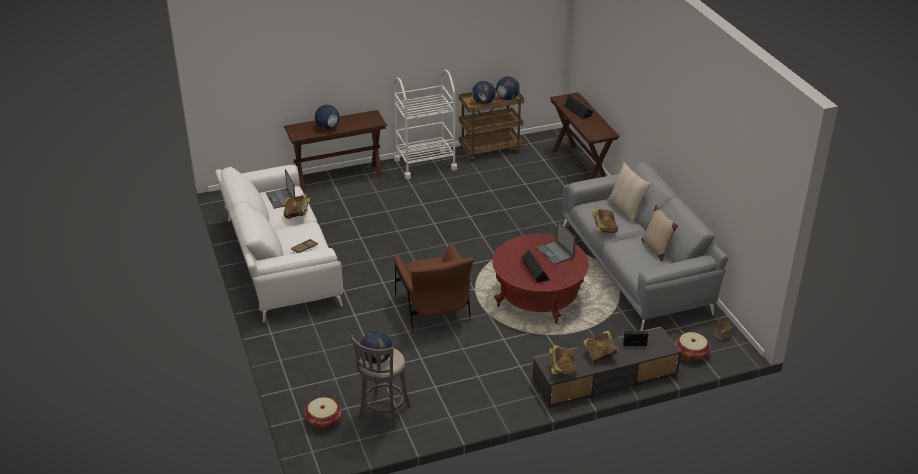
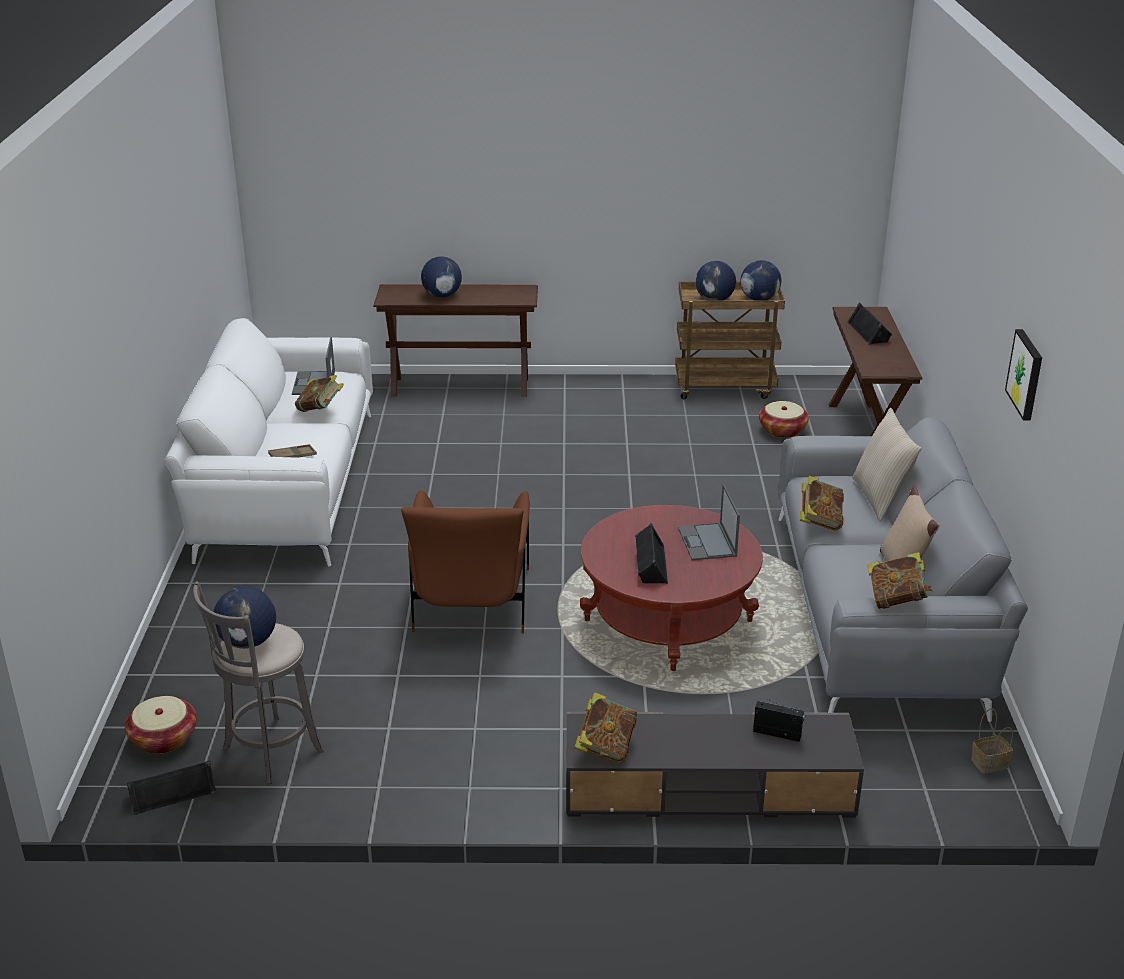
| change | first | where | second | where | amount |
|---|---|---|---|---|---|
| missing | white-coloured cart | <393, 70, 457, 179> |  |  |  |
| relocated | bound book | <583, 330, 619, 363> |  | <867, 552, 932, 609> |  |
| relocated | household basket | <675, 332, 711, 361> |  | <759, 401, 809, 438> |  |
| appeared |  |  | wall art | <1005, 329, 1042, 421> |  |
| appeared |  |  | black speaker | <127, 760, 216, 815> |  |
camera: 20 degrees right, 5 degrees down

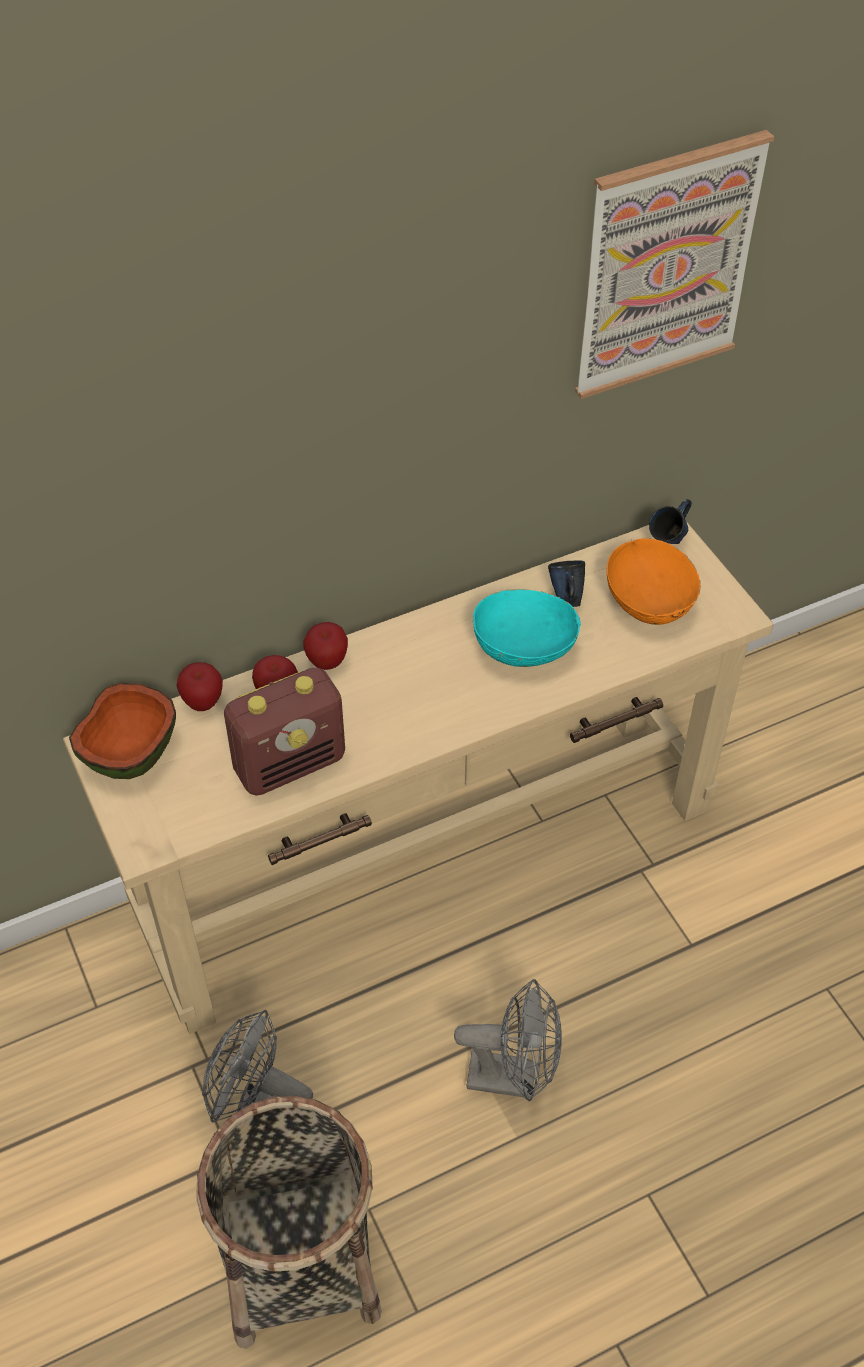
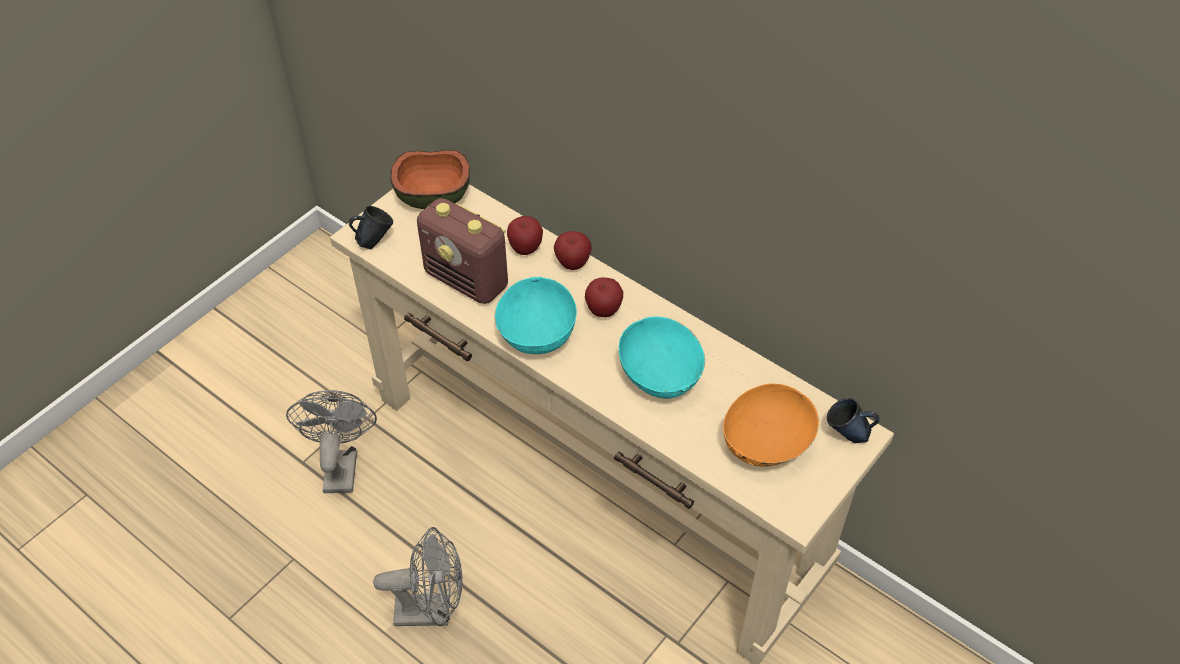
| change | first | where | second | where | amount |
|---|---|---|---|---|---|
| missing | wall art | <575, 130, 774, 399> |  |  |  |
| relocated | blue-coloured tea mug | <548, 560, 585, 607> |  | <349, 206, 393, 249> |  |
| relocated | apple fruit | <176, 662, 223, 711> |  | <585, 278, 623, 317> |  |
| spun | greyish cooling fan | <454, 979, 562, 1101> |  | <373, 527, 463, 626> | 75 degrees counterclockwise |
| missing | household basket | <196, 1096, 381, 1349> |  |  |  |
| appeared |  |  | blue-green serving bowl | <494, 277, 577, 354> |  |
camera: 65 degrees right, 0 degrees up

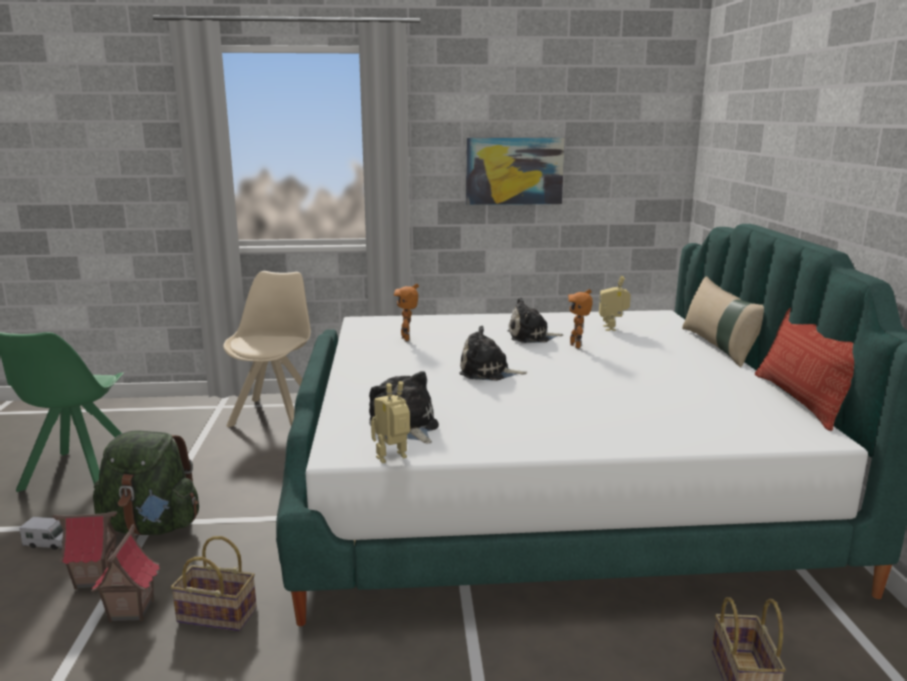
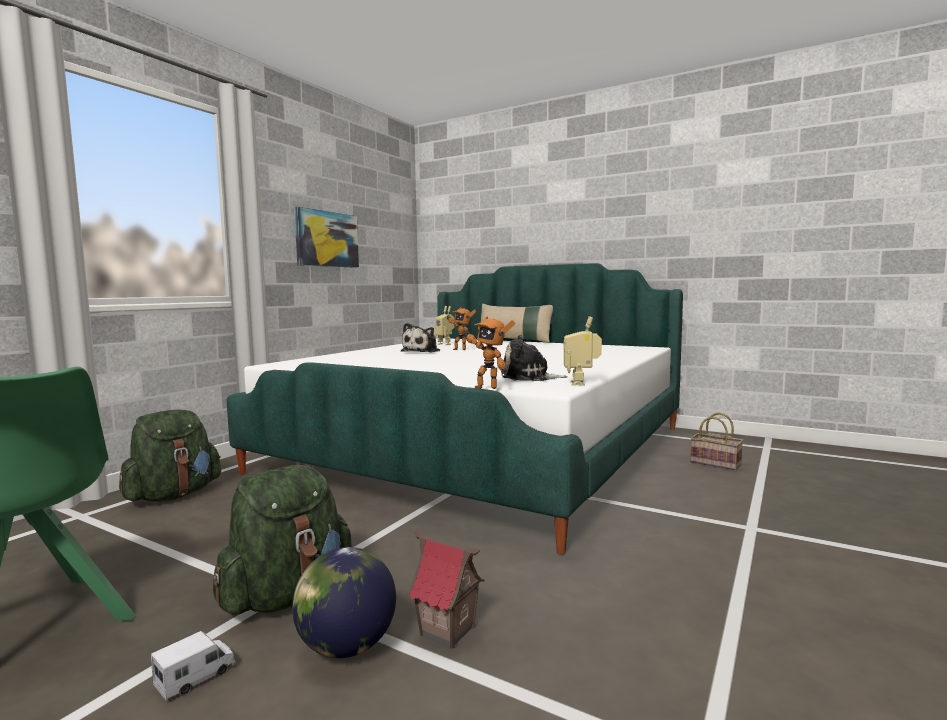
| change | first | where | second | where | amount |
|---|---|---|---|---|---|
| exchanged | beige-coloured upright chair | <223, 271, 311, 427> | green-coloured rucksack | <119, 410, 221, 502> |  |
| relocated | toy robot | <394, 283, 419, 341> |  | <462, 316, 515, 389> |  |
| missing | pillow | <755, 308, 854, 431> |  |  |  |
| missing | cuddly toy | <459, 326, 527, 381> |  |  |  |
| exchanged | model house | <52, 511, 119, 589> | desk globe | <292, 547, 396, 658> |  |
| missing | household basket | <170, 536, 257, 632> |  |  |  |
camera: 55 degrees left, 10 degrees down

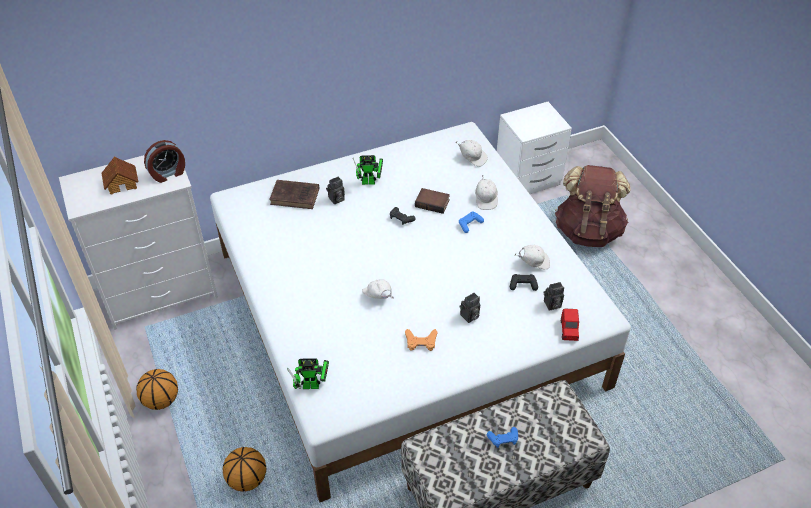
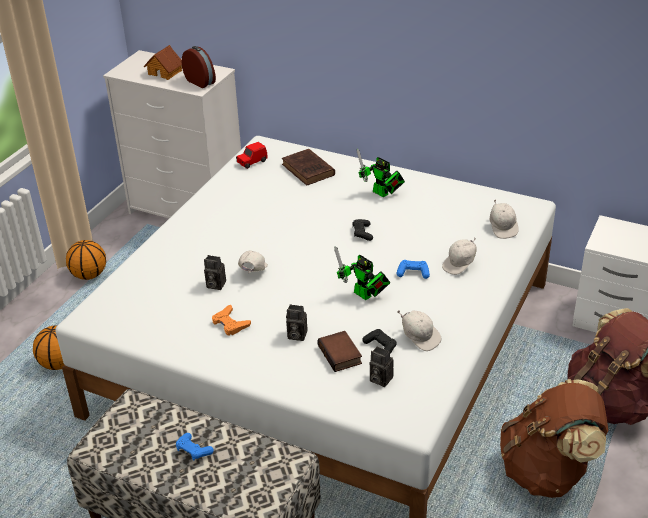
| change | first | where | second | where | amount |
|---|---|---|---|---|---|
| spun | bedside clock | <144, 140, 185, 183> |  | <182, 46, 216, 88> | 150 degrees counterclockwise |
| relocated | still camera | <326, 177, 345, 204> |  | <204, 255, 226, 290> |  |
| relocated | bound book | <415, 188, 450, 214> |  | <317, 331, 362, 372> |  |
| relocated | red-coloured model car | <561, 309, 579, 341> |  | <236, 142, 268, 169> |  |
| relocated | toy robot | <287, 358, 329, 389> |  | <334, 246, 390, 300> |  |
| appeared |  |  | brownish rucksack | <500, 379, 608, 498> |  |
camera: 50 degrees right, 10 degrees down

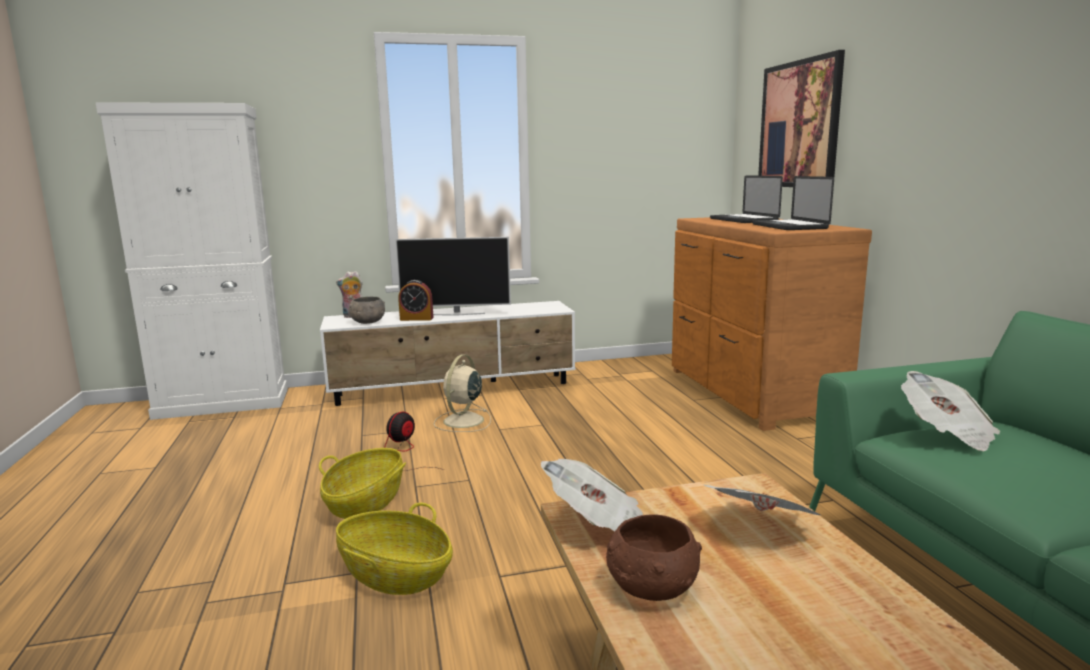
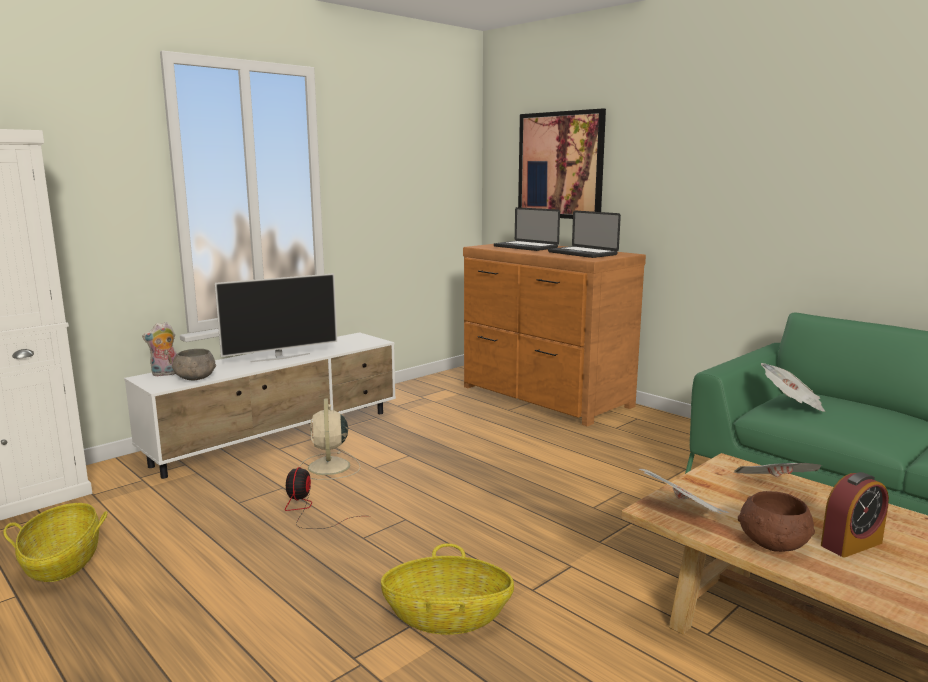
| change | first | where | second | where | amount |
|---|---|---|---|---|---|
| relocated | bedside clock | <398, 280, 434, 321> |  | <821, 472, 889, 558> |  |
| relocated | household basket | <319, 448, 406, 519> |  | <3, 503, 108, 582> |  |
camera: 30 degrees left, 0 degrees up

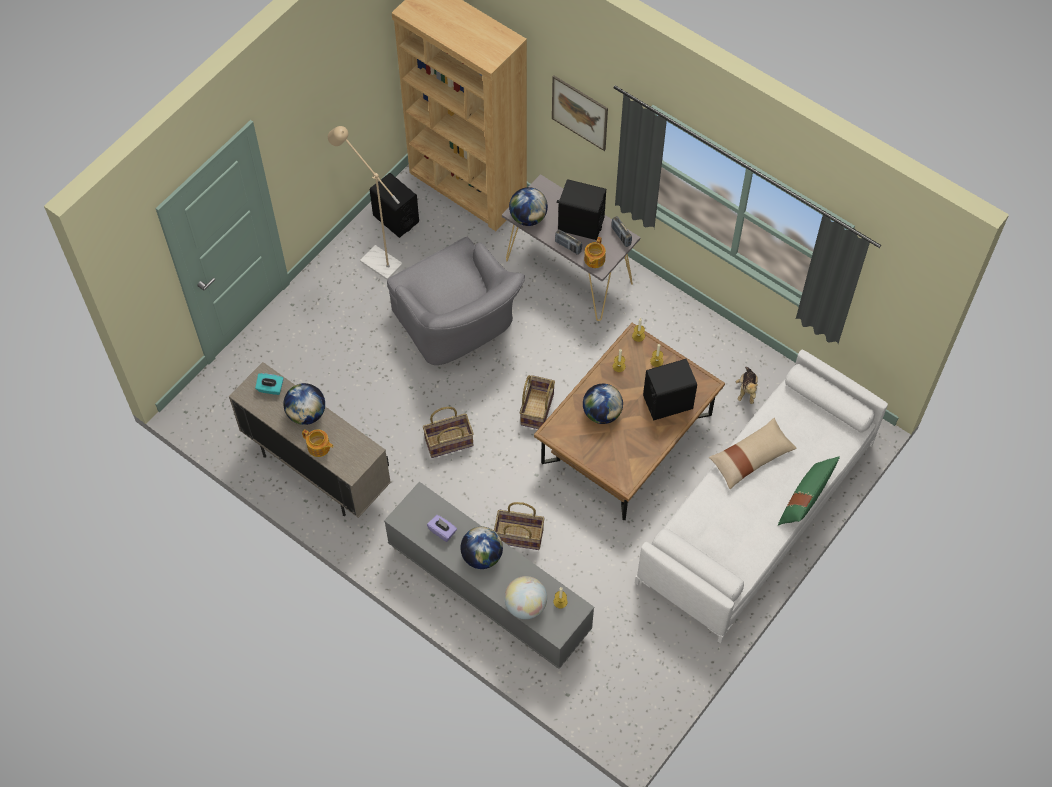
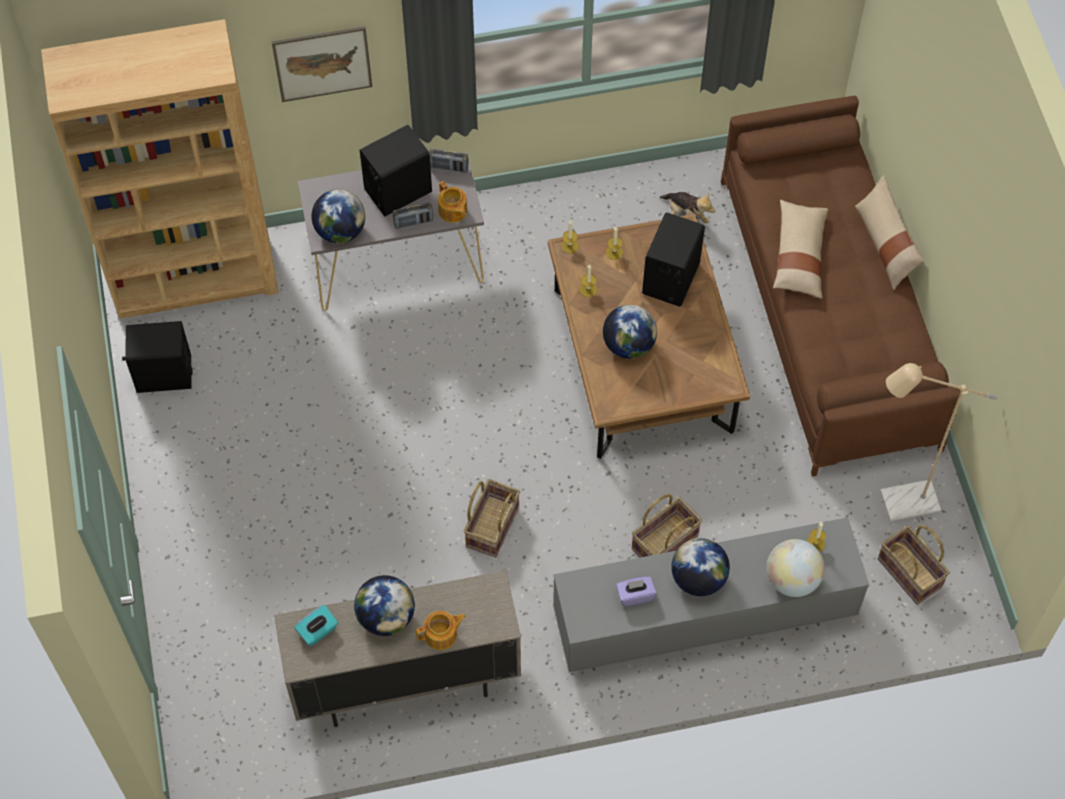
| change | first | where | second | where | amount |
|---|---|---|---|---|---|
| relocated | beige-coloured floor lamp | <328, 126, 403, 280> |  | <880, 363, 998, 521> |  |
| missing | greyish lounge chair | <387, 237, 525, 365> |  |  |  |
| colour | white-coloured couch | <635, 350, 888, 644> | brownish couch | <721, 96, 961, 477> |  |
| relocated | household basket | <520, 375, 555, 429> |  | <878, 525, 950, 605> |  |
| colour | green-coloured pillow | <778, 456, 840, 526> | beige-coloured pillow | <855, 175, 924, 290> |  |
camera: 50 degrees left, 0 degrees up

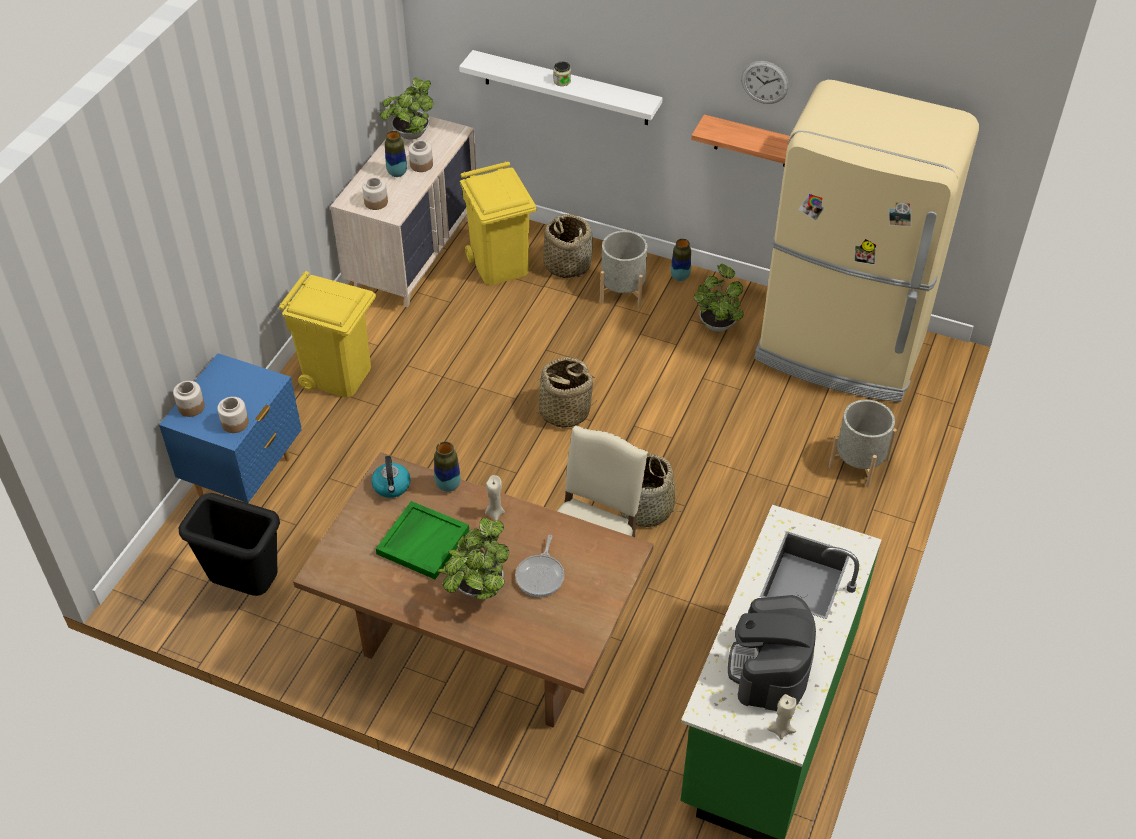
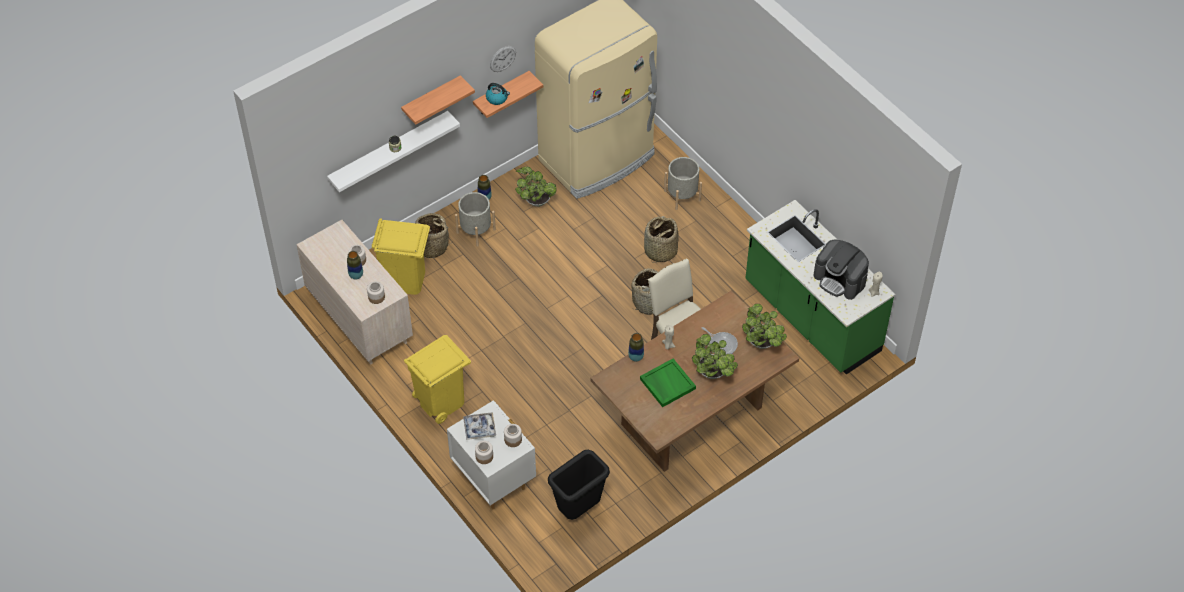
| change | first | where | second | where | amount |
|---|---|---|---|---|---|
| relocated | plant in a pot | <380, 78, 434, 140> |  | <742, 304, 787, 349> |  |
| colour | blue-coloured night table | <159, 353, 302, 503> | white-coloured night table | <447, 400, 536, 510> |  |
| relocated | household basket | <526, 357, 598, 428> |  | <644, 216, 679, 263> |  |
| relocated | kettle | <371, 456, 410, 498> |  | <486, 83, 510, 105> |  |
| appeared |  |  | bracket shelf | <401, 75, 475, 125> |  |
| appeared |  |  | tray | <463, 412, 496, 440> |  |
camera: 60 degrees left, 5 degrees up

